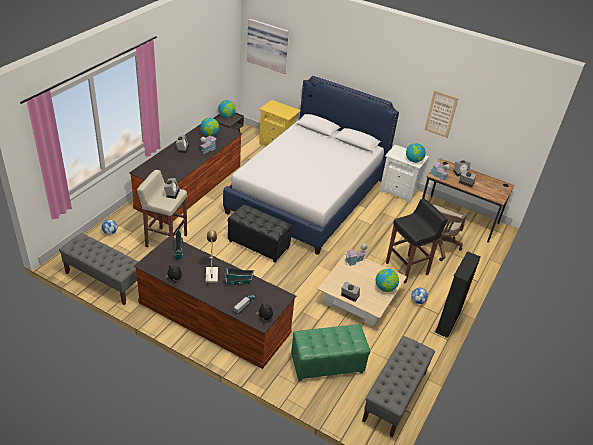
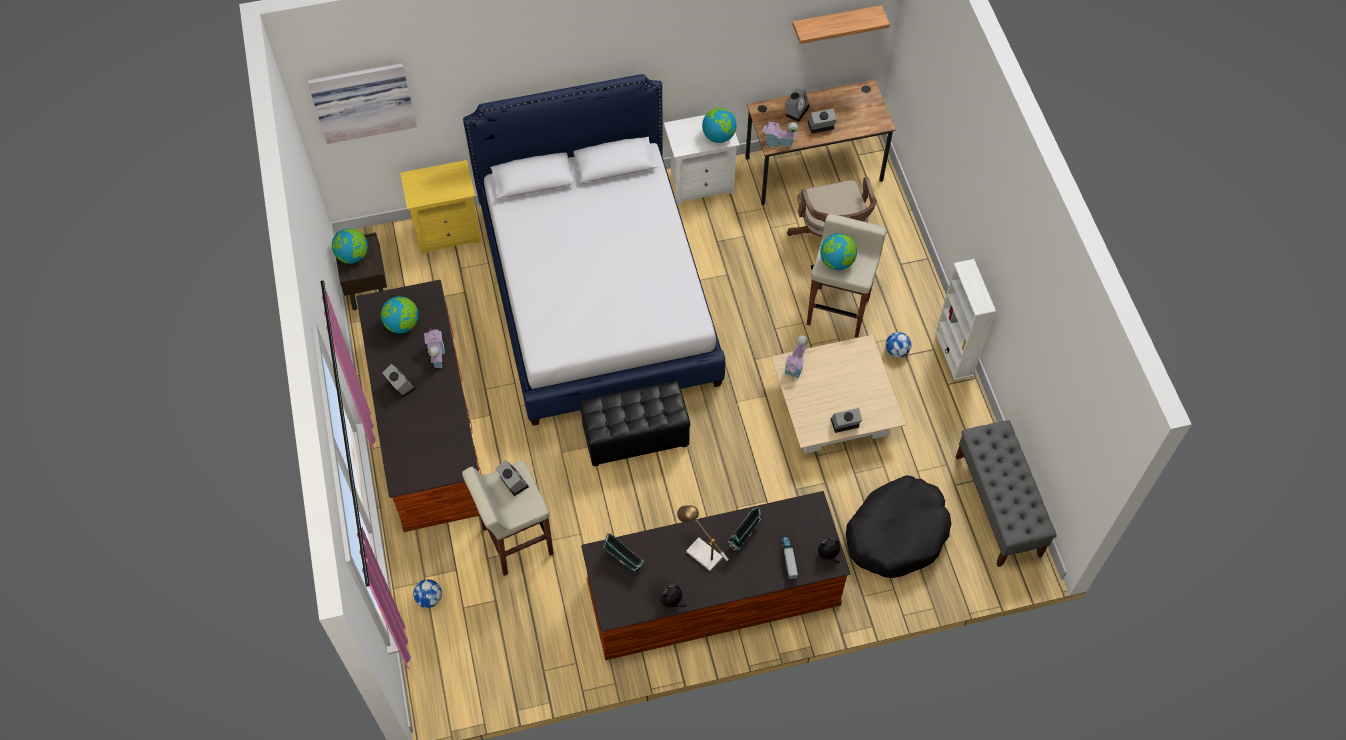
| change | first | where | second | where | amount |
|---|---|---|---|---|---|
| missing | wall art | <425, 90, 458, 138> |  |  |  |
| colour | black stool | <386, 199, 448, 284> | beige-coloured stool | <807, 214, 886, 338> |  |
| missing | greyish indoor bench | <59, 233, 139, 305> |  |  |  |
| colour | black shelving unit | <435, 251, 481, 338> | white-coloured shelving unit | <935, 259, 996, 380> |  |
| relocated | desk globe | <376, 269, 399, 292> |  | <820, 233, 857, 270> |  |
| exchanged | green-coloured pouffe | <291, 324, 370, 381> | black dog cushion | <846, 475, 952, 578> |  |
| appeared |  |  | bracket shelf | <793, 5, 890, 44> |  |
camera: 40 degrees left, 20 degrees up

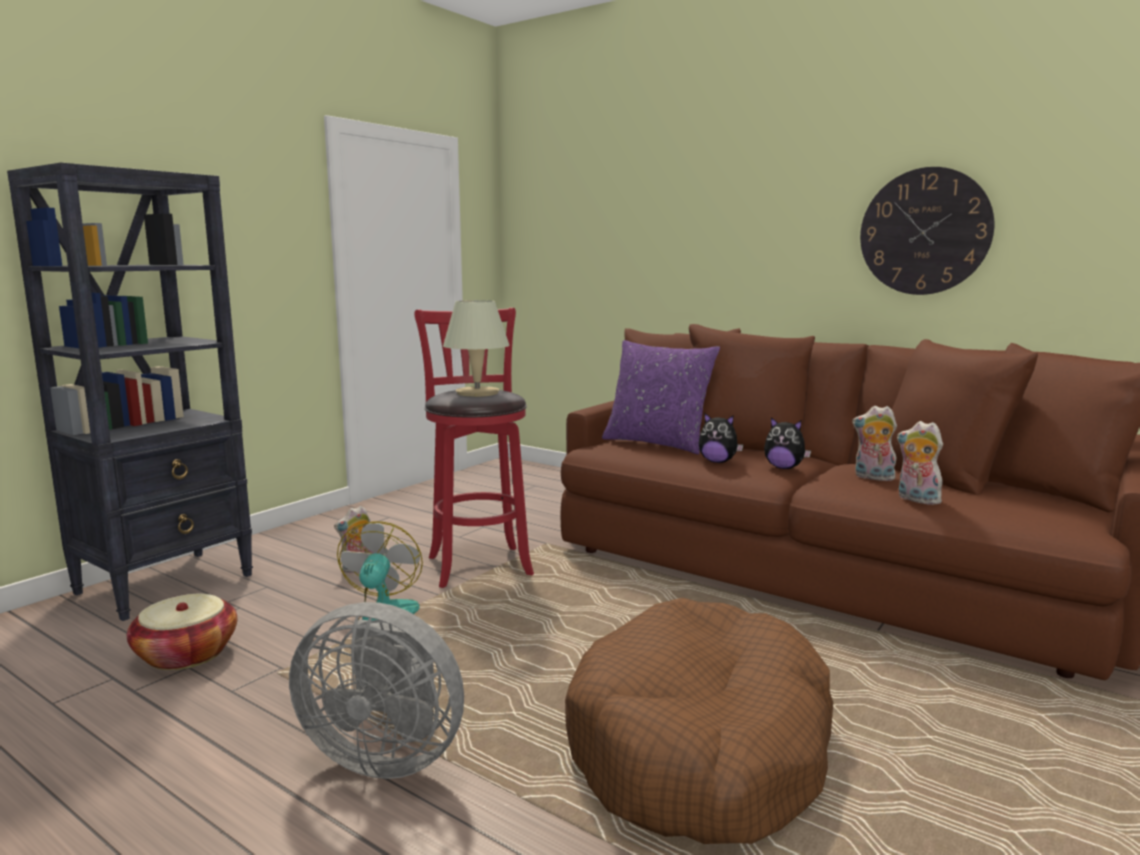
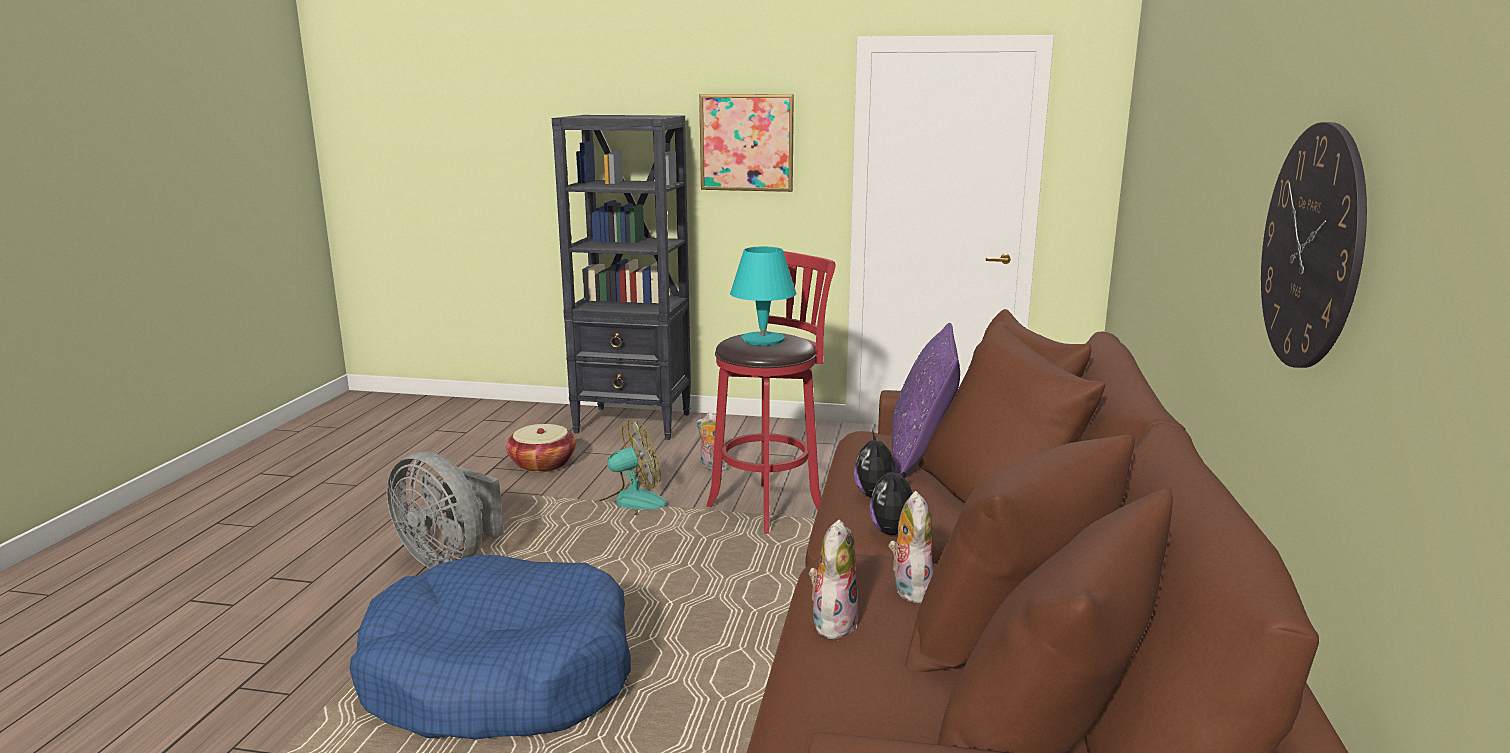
| change | first | where | second | where | amount |
|---|---|---|---|---|---|
| colour | beige-coloured tabletop lamp | <443, 300, 510, 397> | blue-green tabletop lamp | <730, 247, 796, 346> |  |
| colour | brownish dog cushion | <565, 598, 833, 844> | blue-coloured dog cushion | <349, 555, 631, 740> |  |
| spun | greyish cooling fan | <289, 602, 464, 779> |  | <387, 451, 504, 569> | 45 degrees counterclockwise |
| appeared |  |  | wall art | <699, 94, 794, 192> |  |
camera: 65 degrees right, 5 degrees up

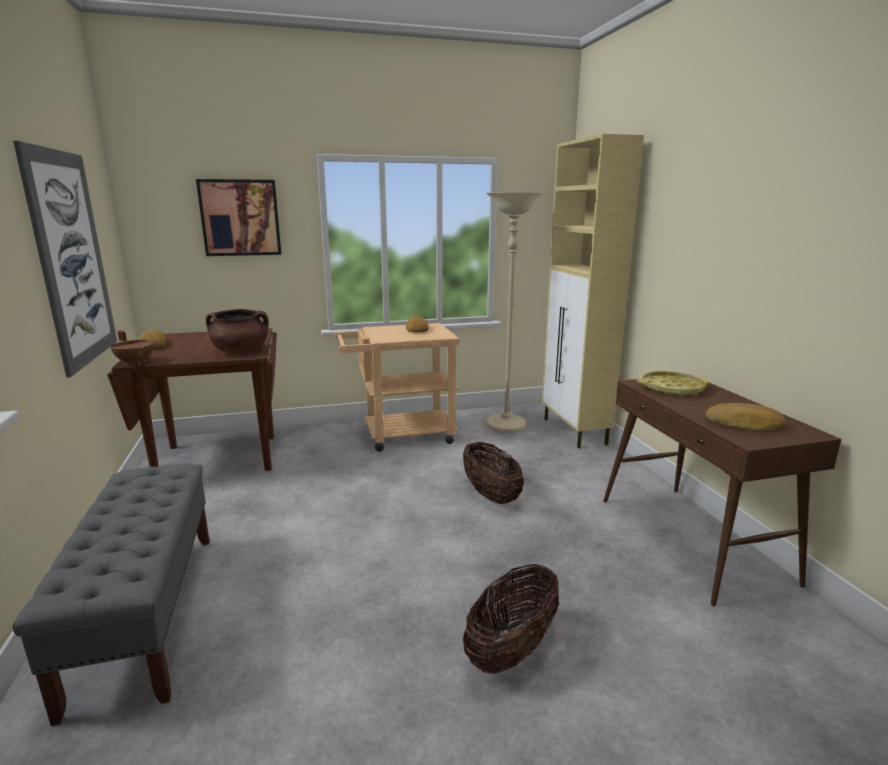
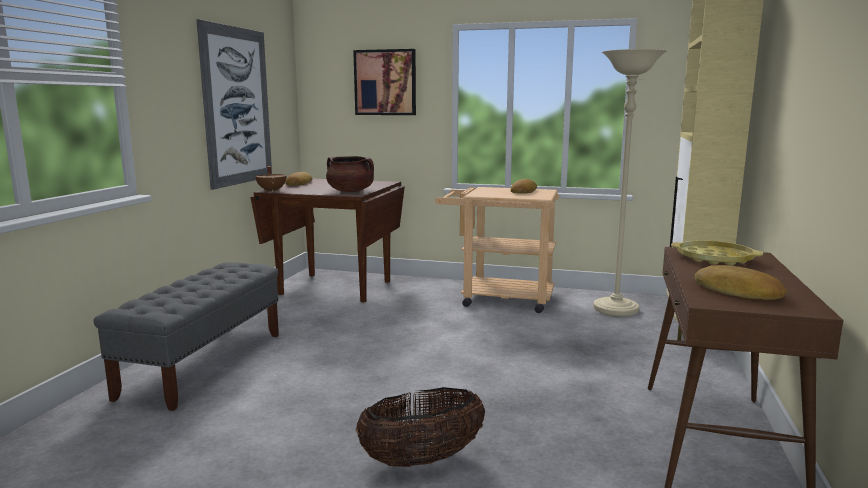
| change | first | where | second | where | amount |
|---|---|---|---|---|---|
| missing | household basket | <463, 442, 524, 504> |  |  |  |
camera: 30 degrees right, 5 degrees down

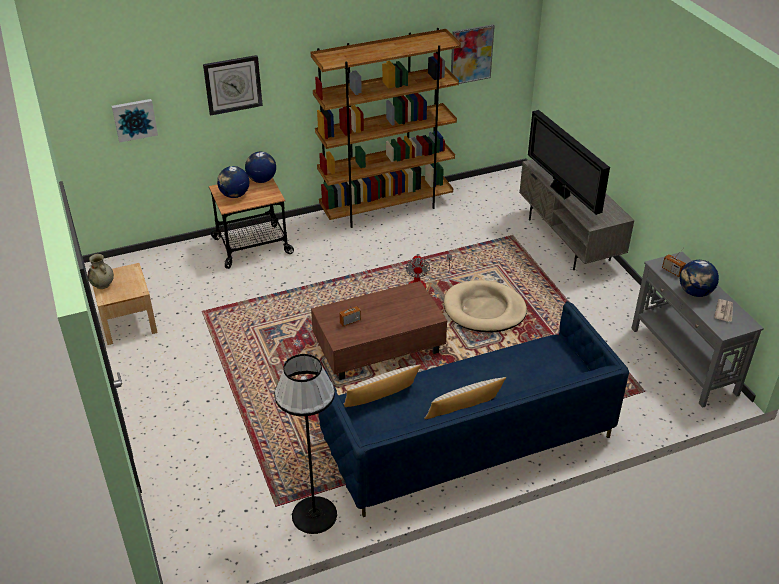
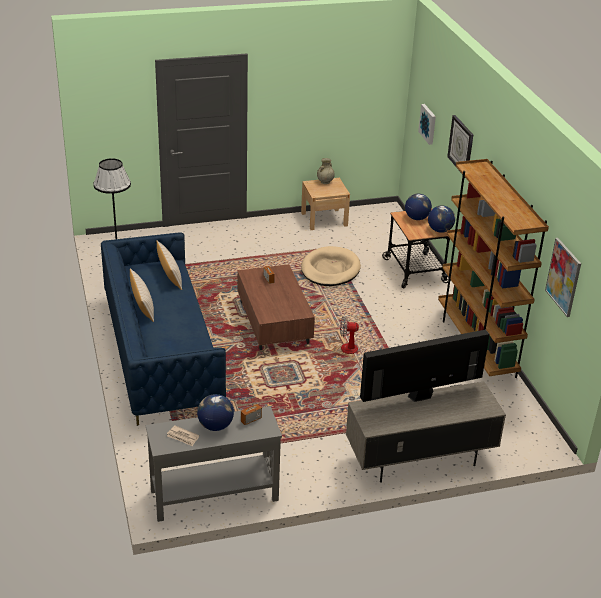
| change | first | where | second | where | amount |
|---|---|---|---|---|---|
| relocated | beige-coloured dog cushion | <444, 280, 527, 332> |  | <301, 246, 361, 286> |  |
camera: 95 degrees right, 5 degrees down

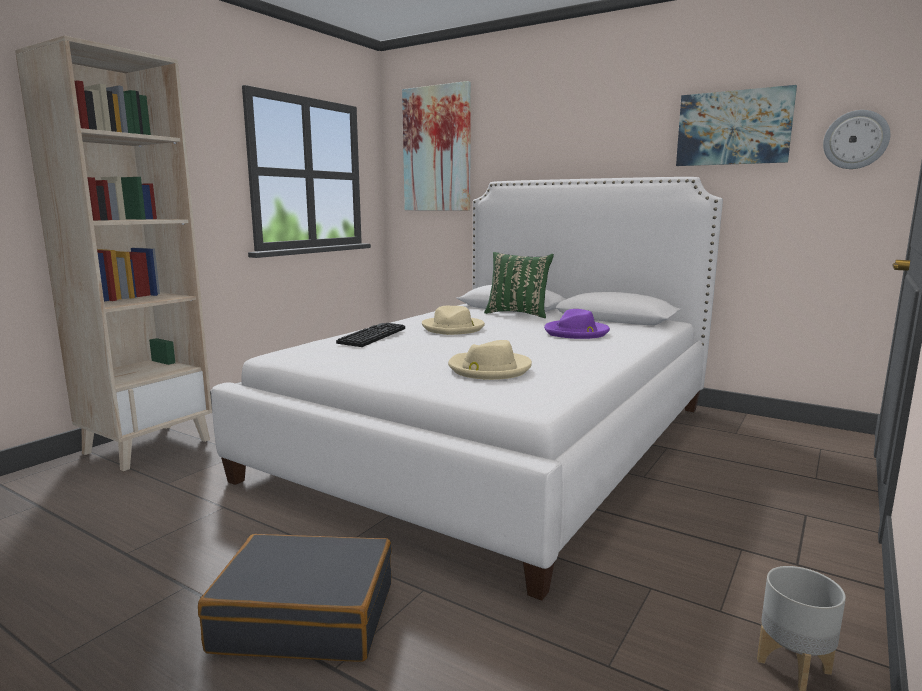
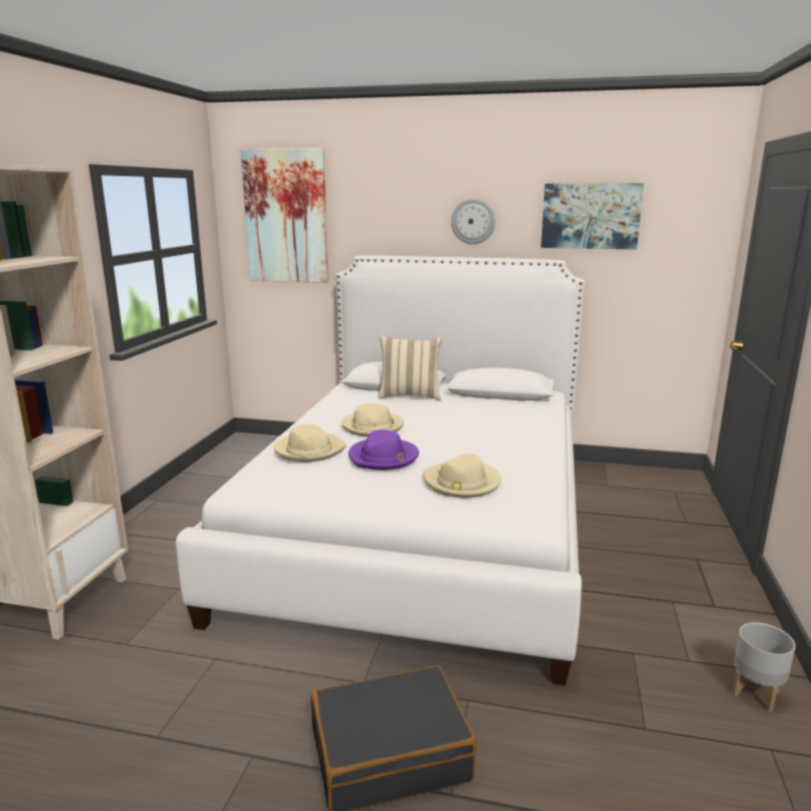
| change | first | where | second | where | amount |
|---|---|---|---|---|---|
| relocated | hanging clock | <823, 110, 890, 169> |  | <451, 198, 495, 244> |  |
| colour | green-coloured pillow | <484, 252, 554, 318> | beige-coloured pillow | <378, 336, 442, 400> |  |
| relocated | purple-coloured clothing hat | <544, 309, 610, 339> |  | <348, 430, 419, 470> |  |
| exchanged | computer keyboard | <336, 323, 405, 347> | beige-coloured clothing hat | <274, 424, 346, 462> |  |
camera: 20 degrees left, 5 degrees up

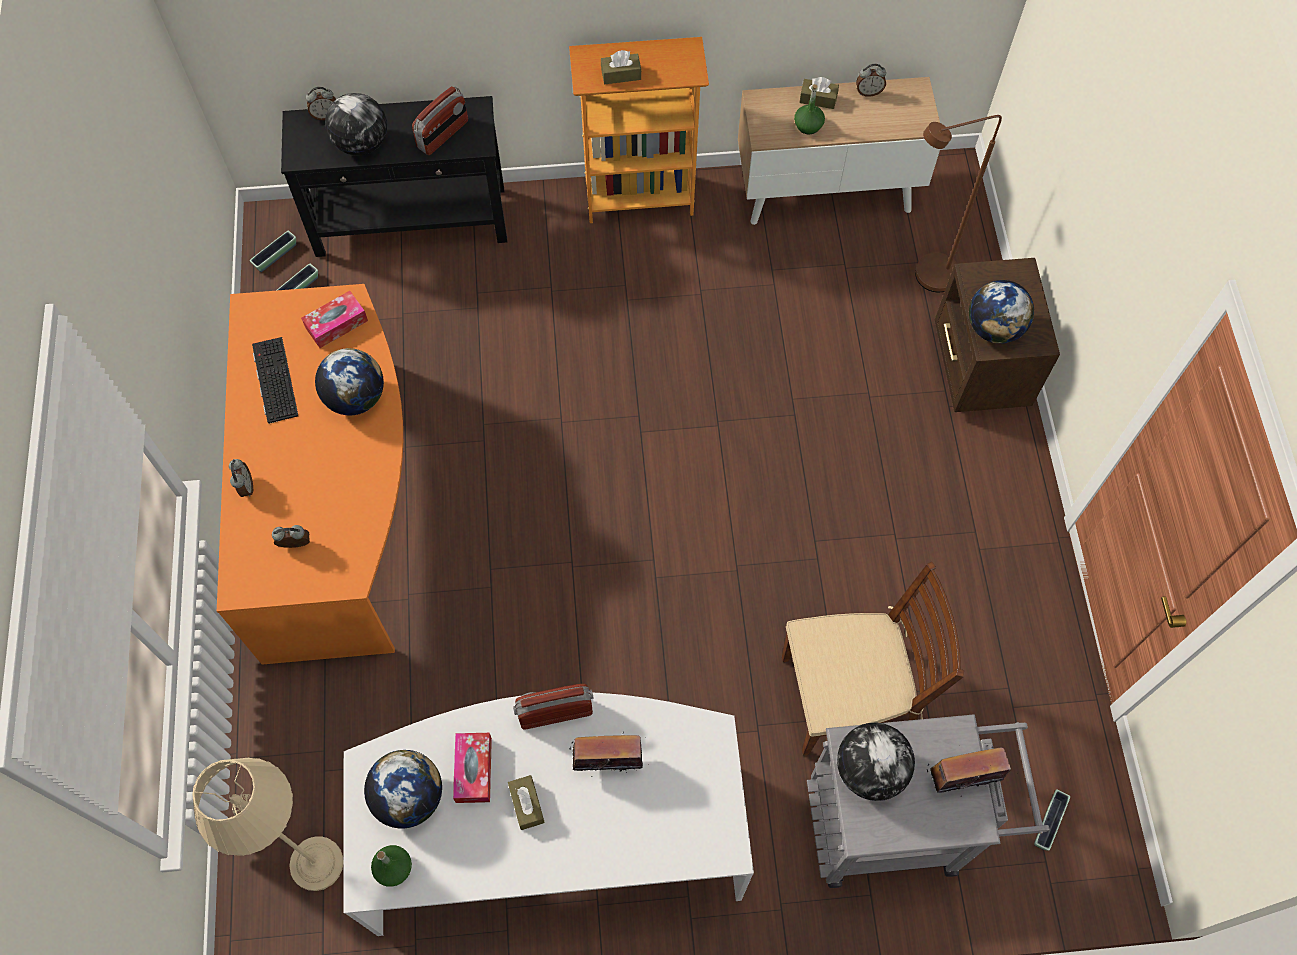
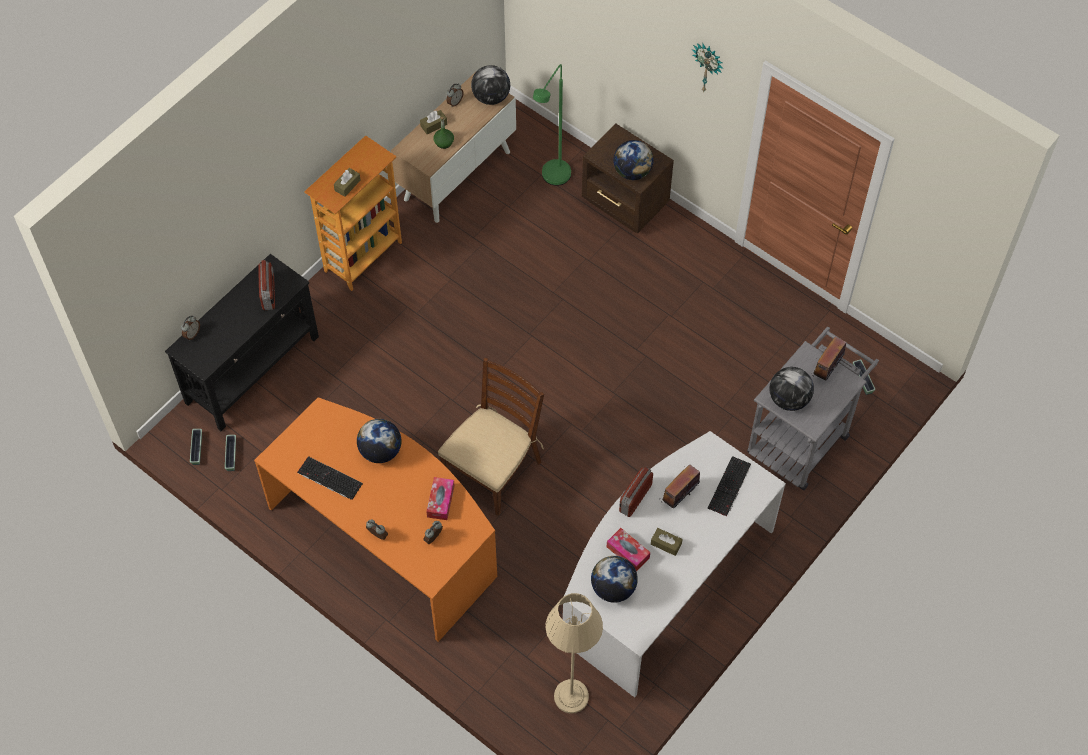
| change | first | where | second | where | amount |
|---|---|---|---|---|---|
| relocated | desk globe | <325, 93, 387, 156> |  | <471, 65, 510, 105> |  |
| colour | brownish floor lamp | <915, 115, 1002, 292> | green-coloured floor lamp | <533, 64, 571, 186> |  |
| relocated | box of tissues | <301, 291, 368, 348> |  | <426, 477, 455, 520> |  |
| relocated | brownish upright chair | <782, 562, 964, 756> |  | <438, 358, 544, 516> |  |
| missing | green-coloured bottle | <371, 845, 412, 887> |  |  |  |
| appeared |  |  | hanging clock | <692, 43, 723, 92> |  |
| appeared |  |  | computer keyboard | <707, 456, 751, 517> |  |
camera: 45 degrees left, 5 degrees down

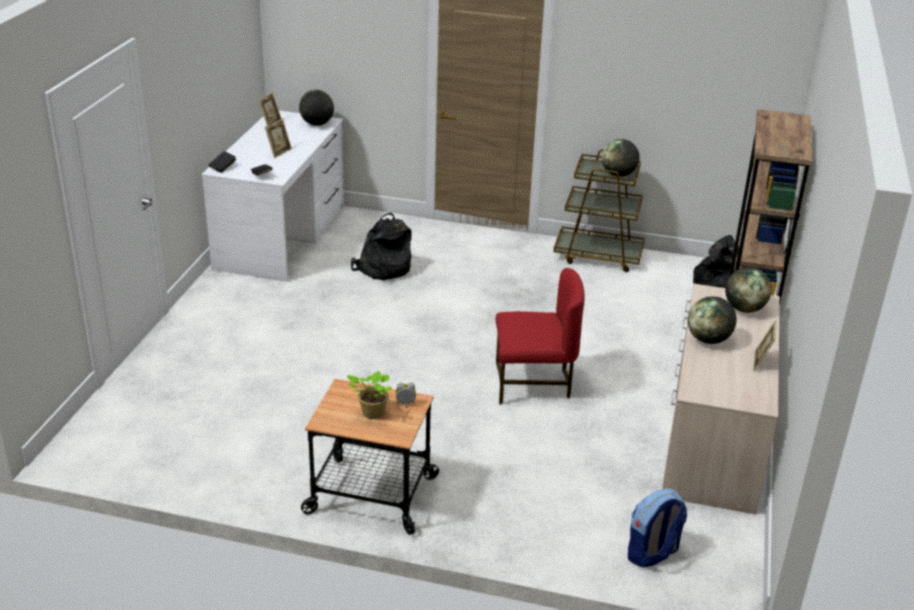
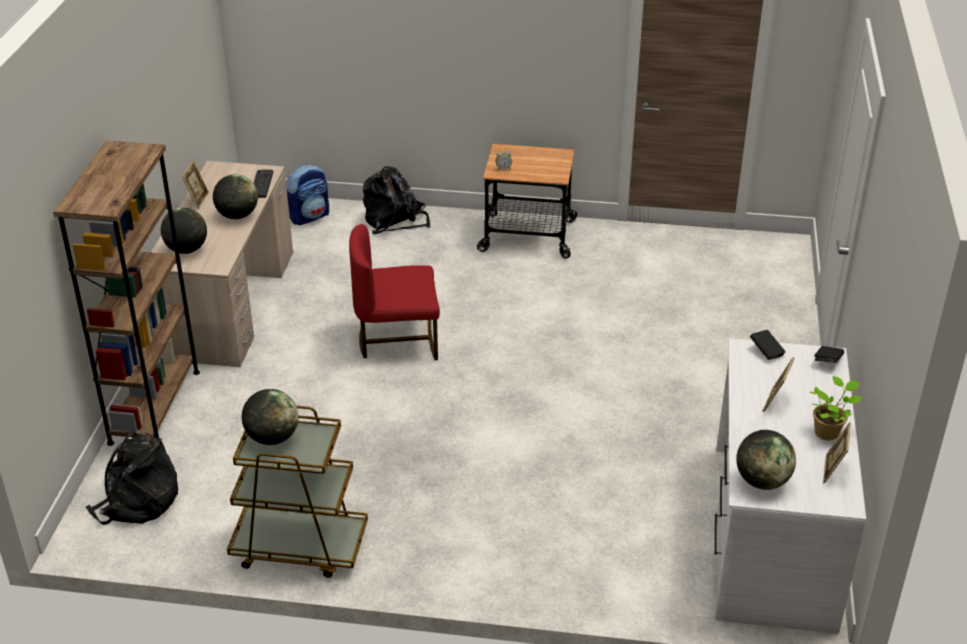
| change | first | where | second | where | amount |
|---|---|---|---|---|---|
| relocated | black rucksack | <351, 213, 412, 280> |  | <363, 166, 430, 234> |  |
| relocated | plant in a pot | <347, 371, 392, 419> |  | <809, 376, 862, 440> |  |
| appeared |  |  | computer keyboard | <253, 170, 273, 198> |  |
camera: 175 degrees right, 5 degrees up

